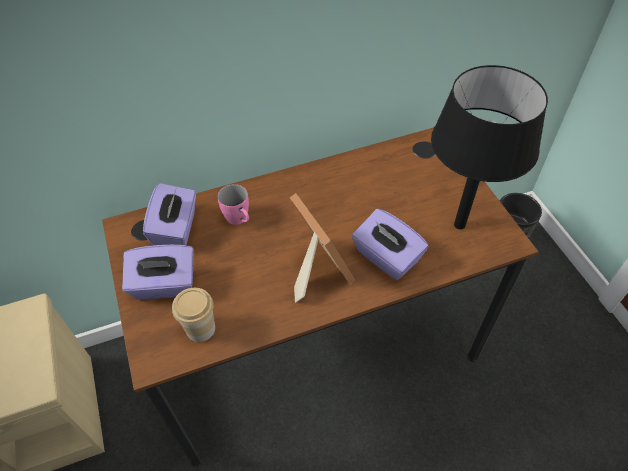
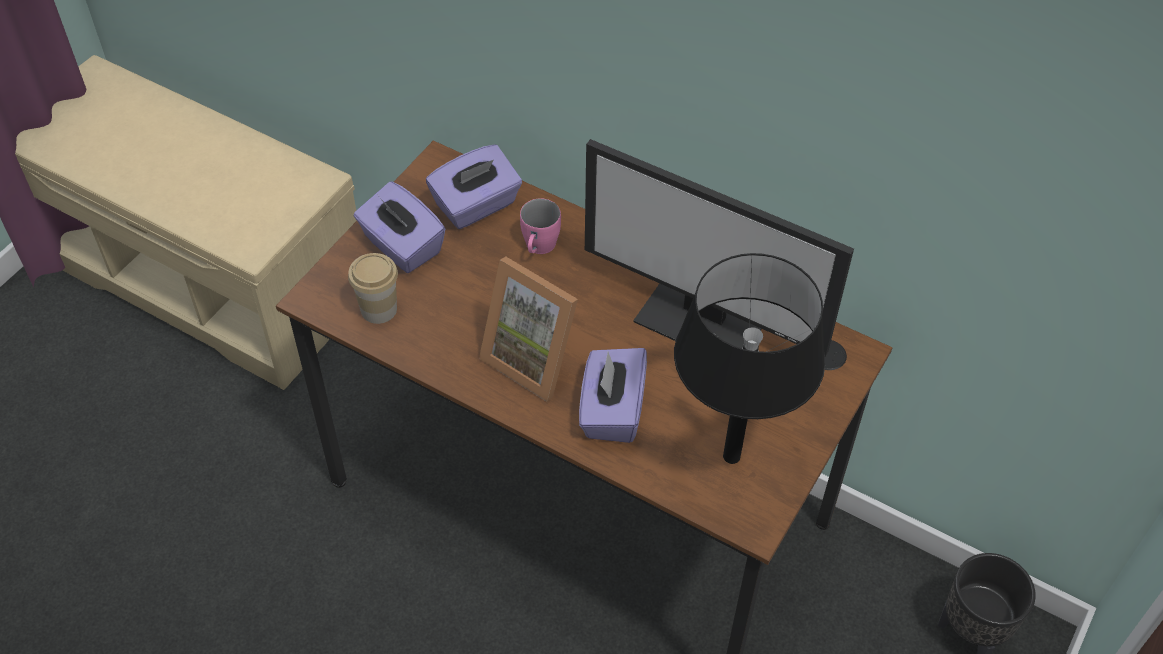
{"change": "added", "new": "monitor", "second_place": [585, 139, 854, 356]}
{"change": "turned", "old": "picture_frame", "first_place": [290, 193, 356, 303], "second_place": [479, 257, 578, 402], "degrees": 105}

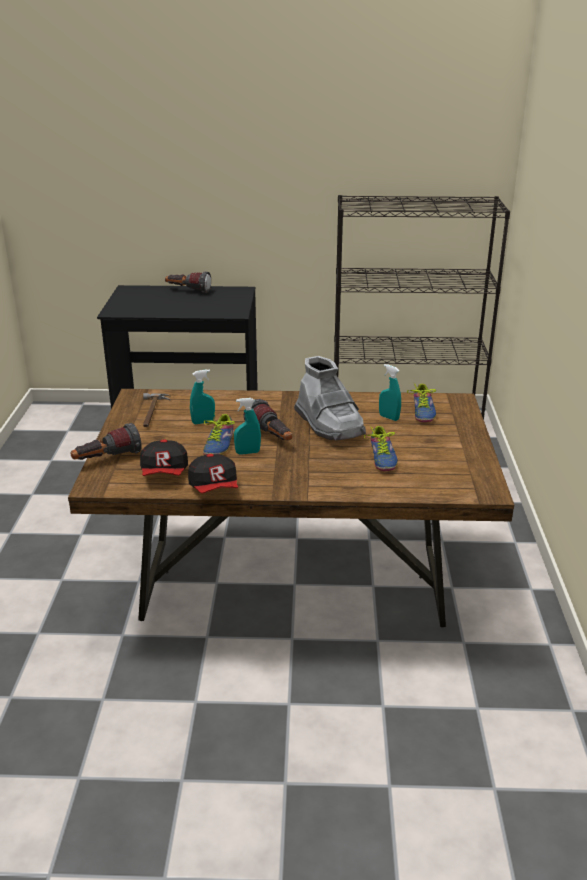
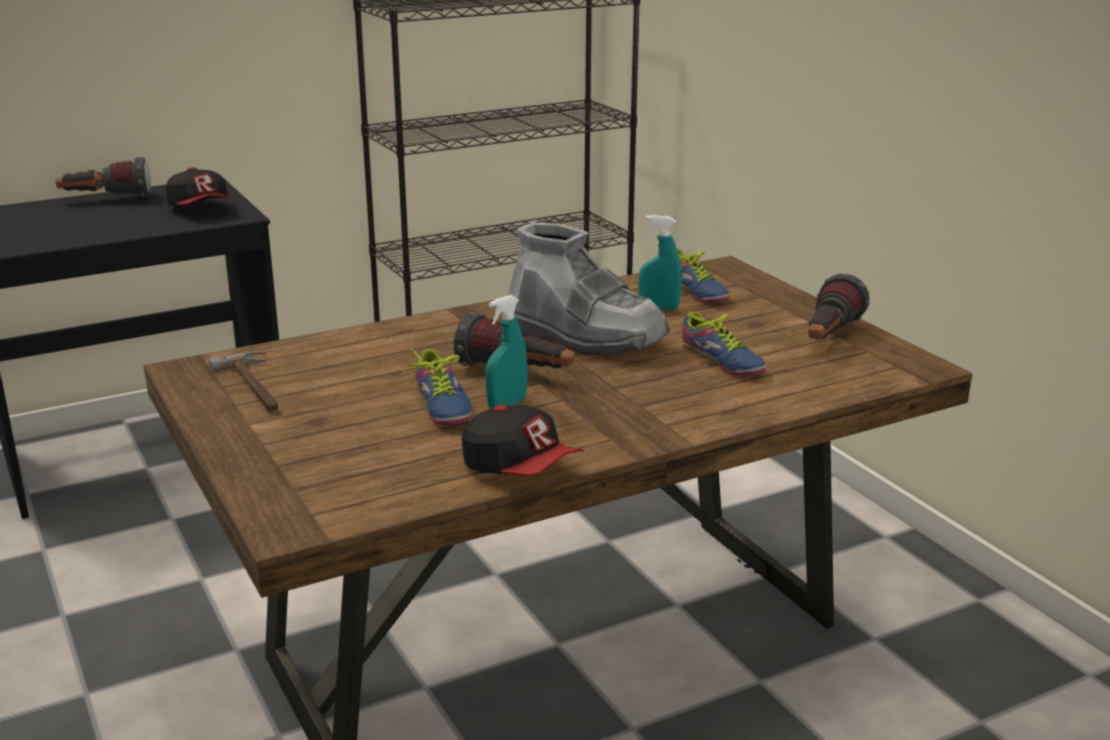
{"change": "removed", "old": "turquoise_spray_bottle", "first_place": [190, 369, 215, 424]}
{"change": "moved", "old": "flashlight", "first_place": [71, 423, 142, 460], "second_place": [808, 274, 870, 340]}
{"change": "moved", "old": "cap", "first_place": [140, 439, 188, 476], "second_place": [166, 167, 232, 205]}

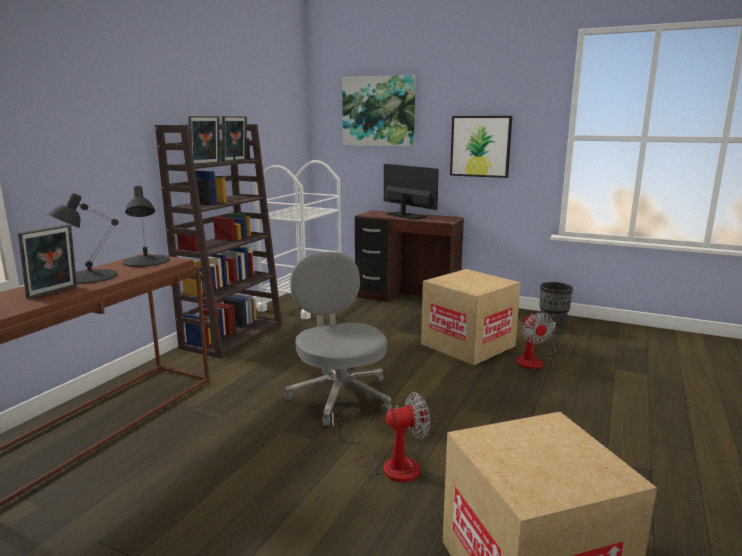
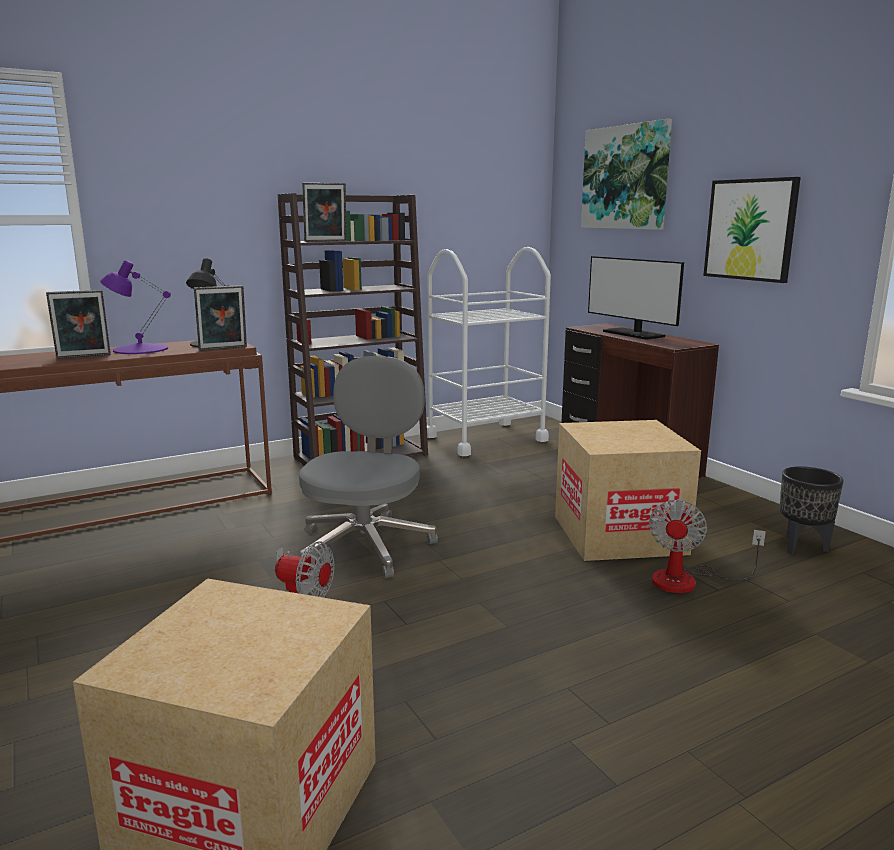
{"change": "moved", "old": "picture_frame", "first_place": [222, 116, 247, 162], "second_place": [194, 285, 247, 351]}
{"change": "recoloured", "old": "black_table_lamp", "new": "purple_table_lamp", "first_place": [48, 193, 119, 284], "second_place": [100, 260, 171, 354]}
{"change": "turned", "old": "monitor", "first_place": [384, 164, 439, 220], "second_place": [588, 256, 684, 340], "degrees": 150}

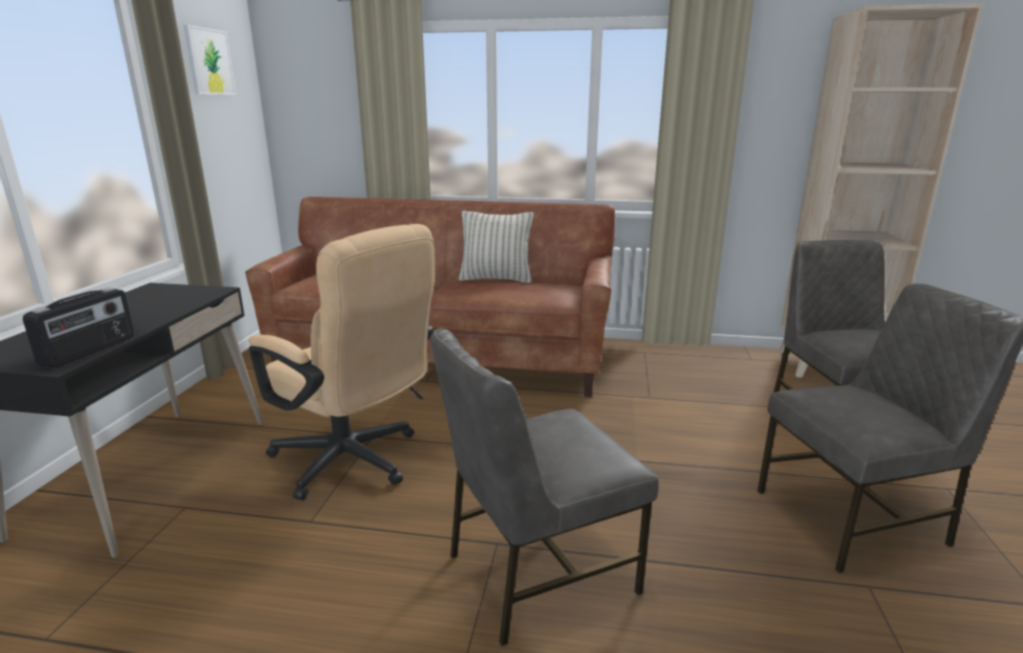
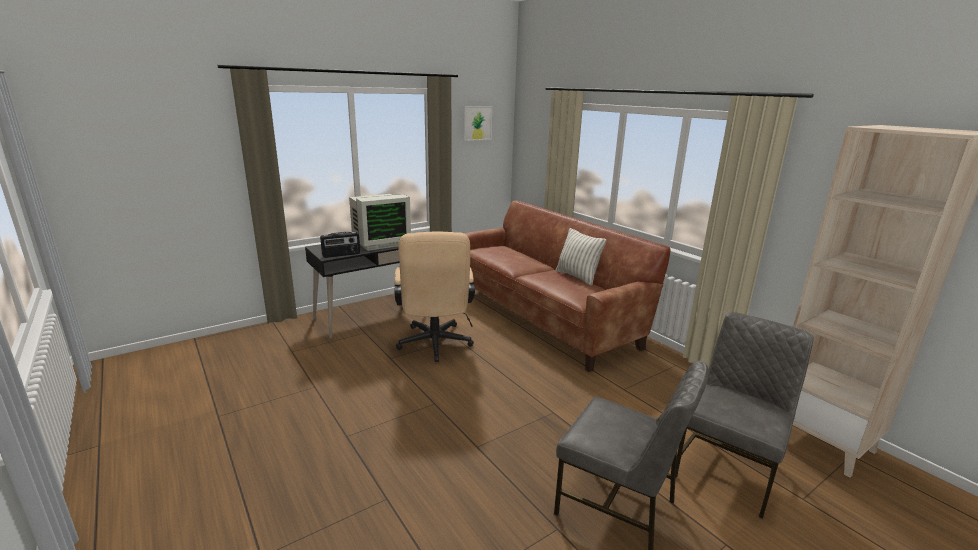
{"change": "removed", "old": "grey_chair", "first_place": [430, 328, 659, 646]}
{"change": "added", "new": "monitor", "second_place": [349, 194, 411, 251]}

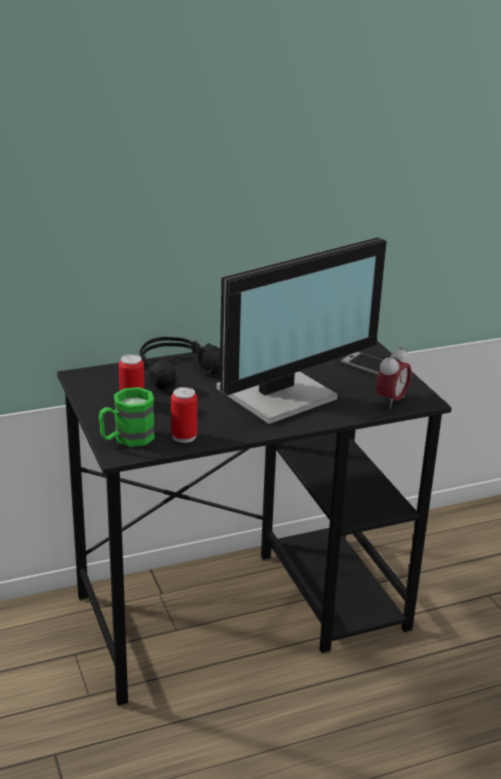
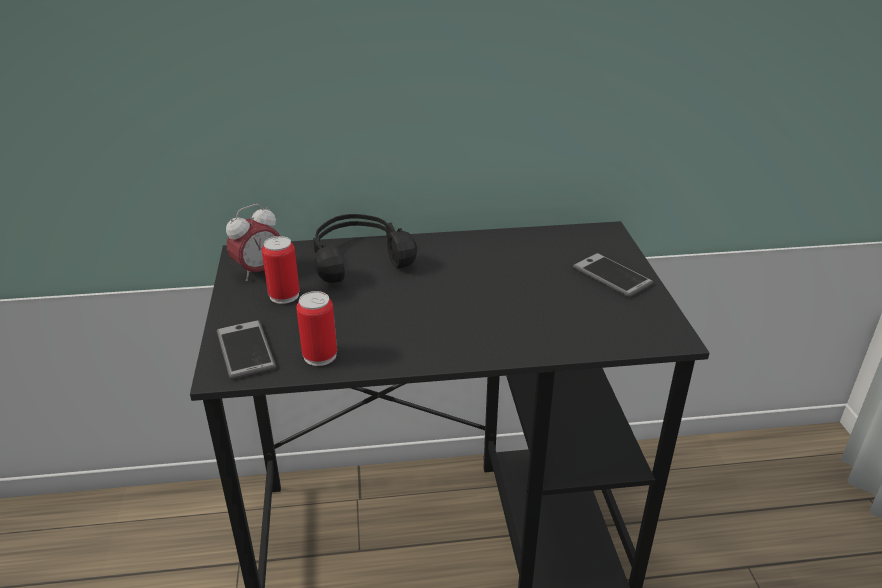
{"change": "removed", "old": "monitor", "first_place": [216, 237, 387, 424]}
{"change": "moved", "old": "alarm_clock", "first_place": [376, 346, 412, 409], "second_place": [226, 204, 280, 281]}
{"change": "replaced", "old": "green_mug", "new": "phone", "first_place": [99, 387, 155, 447], "second_place": [217, 320, 276, 379]}

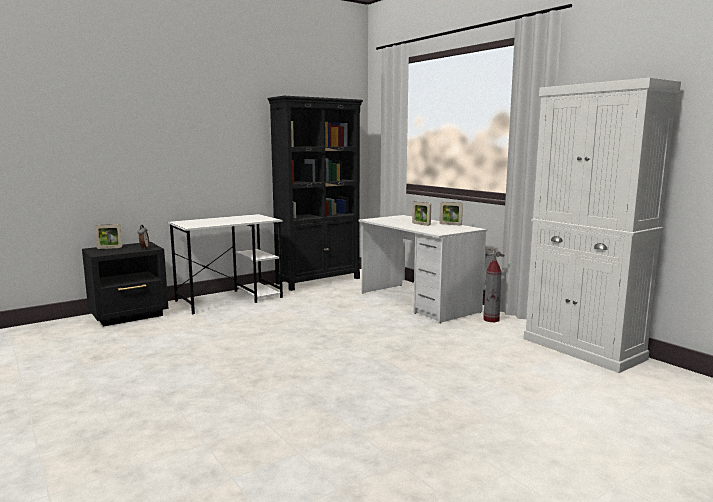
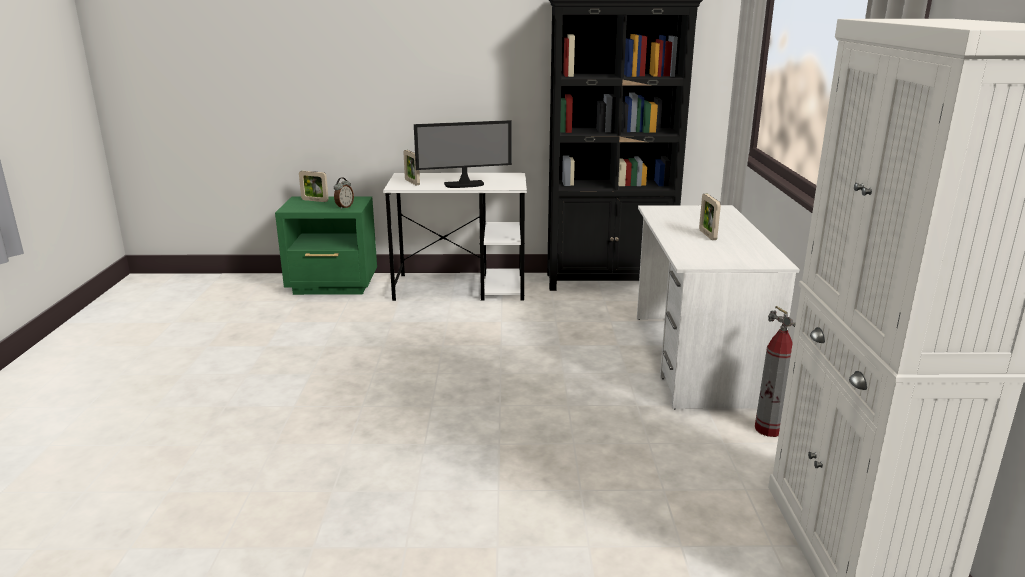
{"change": "added", "new": "monitor", "second_place": [414, 120, 512, 188]}
{"change": "moved", "old": "picture_frame", "first_place": [439, 202, 463, 225], "second_place": [403, 150, 420, 185]}
{"change": "recoloured", "old": "black_nightstand", "new": "green_nightstand", "first_place": [82, 242, 168, 326], "second_place": [275, 196, 377, 295]}

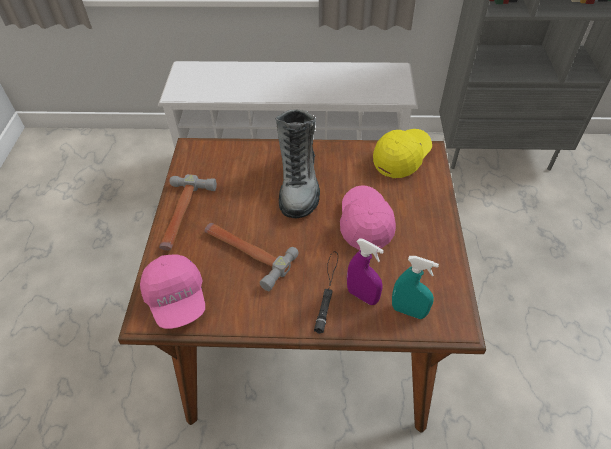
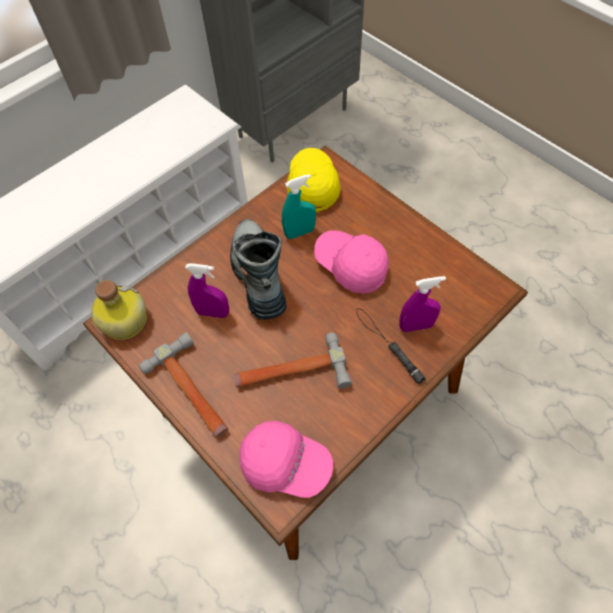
{"change": "added", "new": "bottle", "second_place": [91, 280, 147, 340]}
{"change": "added", "new": "purple_spray_bottle", "second_place": [185, 263, 229, 318]}
{"change": "moved", "old": "turquoise_spray_bottle", "first_place": [392, 256, 439, 319], "second_place": [282, 174, 316, 239]}
{"change": "turned", "old": "boot", "first_place": [276, 109, 320, 219], "second_place": [230, 219, 286, 320], "degrees": -150}

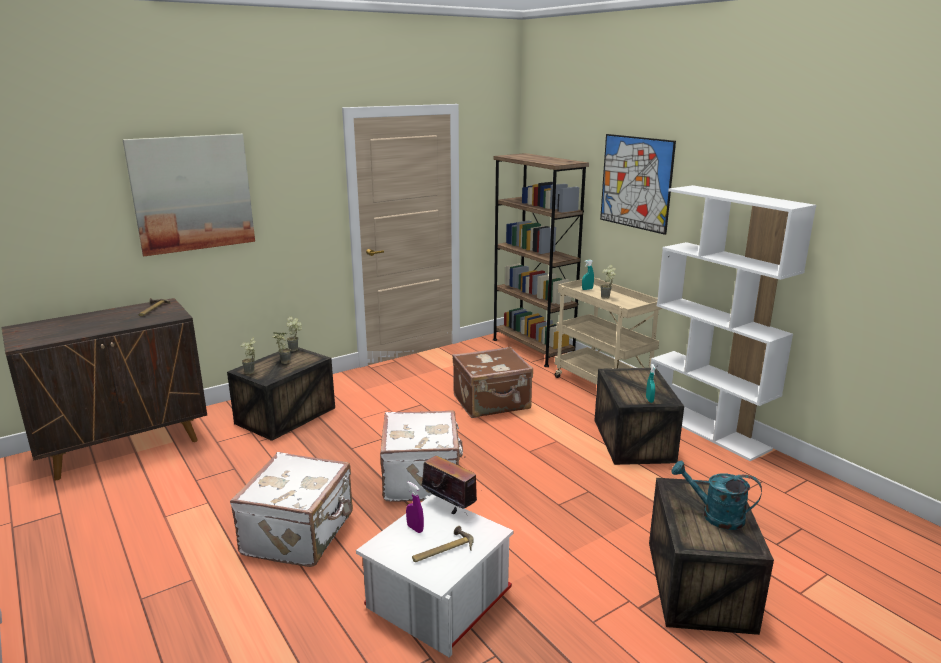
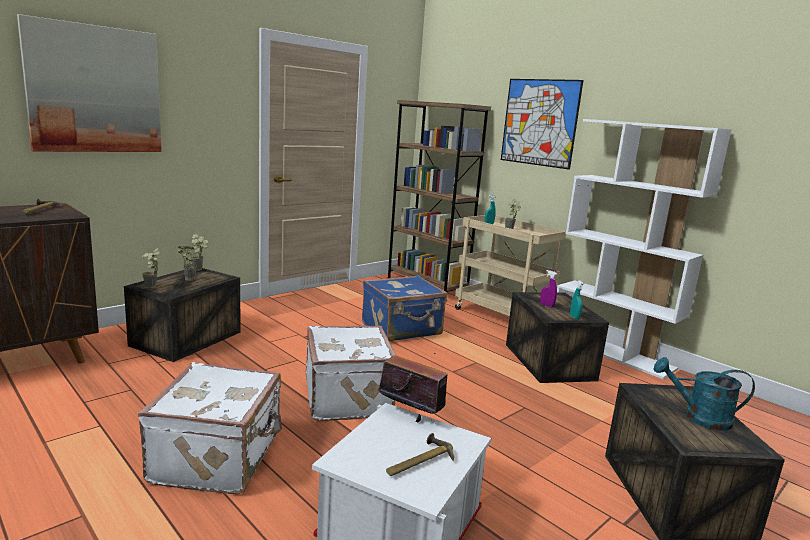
{"change": "moved", "old": "purple_spray_bottle", "first_place": [406, 481, 424, 533], "second_place": [540, 270, 557, 307]}
{"change": "recoloured", "old": "brown_suitcase", "new": "blue_suitcase", "first_place": [452, 346, 533, 418], "second_place": [362, 275, 447, 342]}

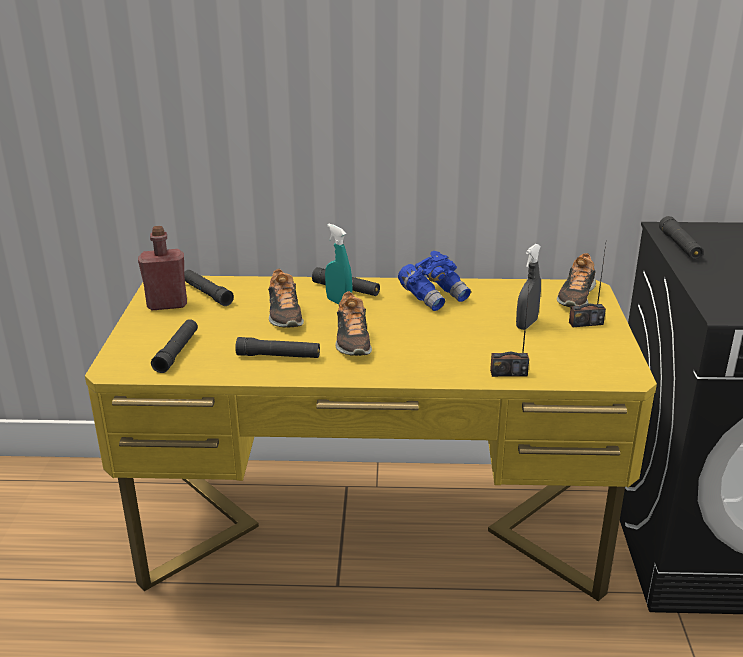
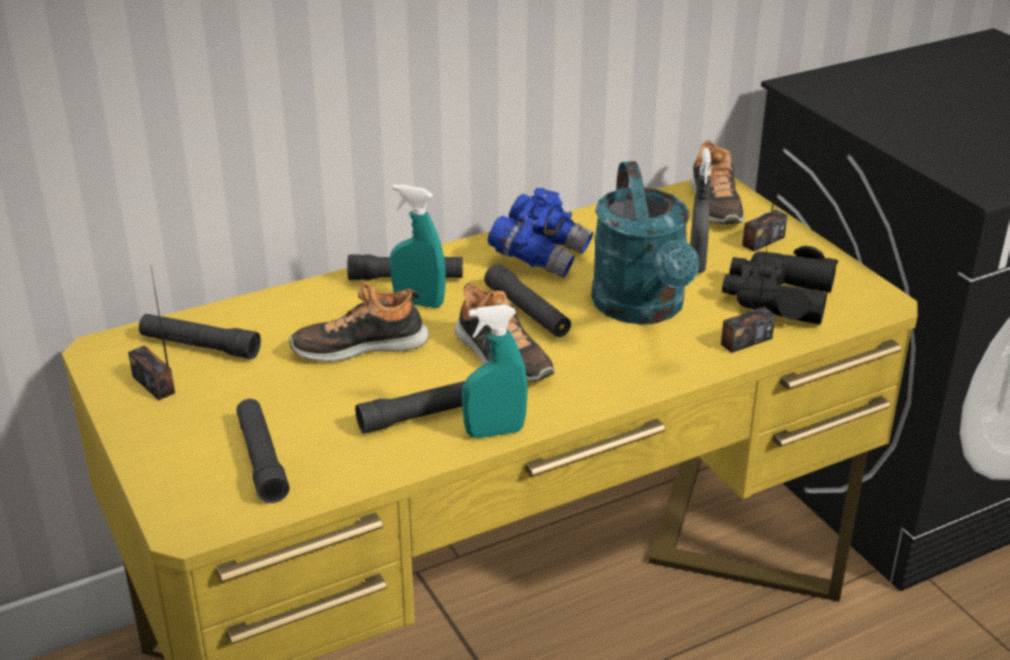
{"change": "added", "new": "turquoise_spray_bottle", "second_place": [462, 304, 528, 438]}
{"change": "added", "new": "turquoise_watering_can", "second_place": [591, 161, 700, 324]}
{"change": "added", "new": "black_binoculars", "second_place": [722, 246, 838, 325]}
{"change": "moved", "old": "black_flashlight", "first_place": [659, 216, 704, 260], "second_place": [484, 264, 571, 337]}
{"change": "replaced", "old": "red_bottle", "new": "radio", "first_place": [138, 226, 187, 310], "second_place": [128, 268, 175, 400]}
{"change": "turned", "old": "shoe", "first_place": [268, 268, 304, 328], "second_place": [289, 282, 429, 362], "degrees": 120}

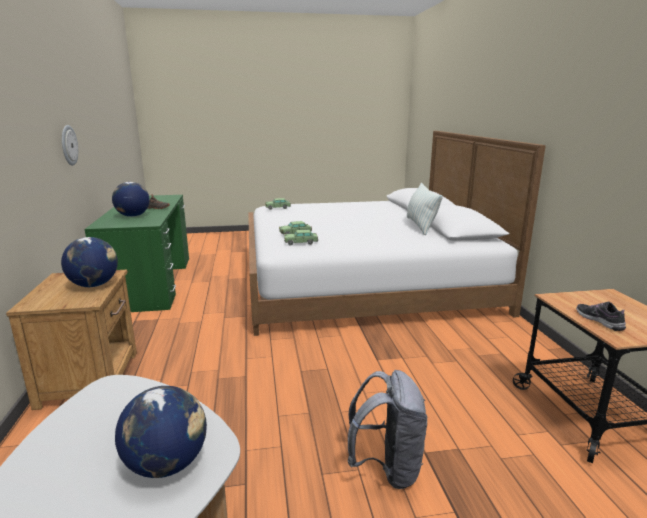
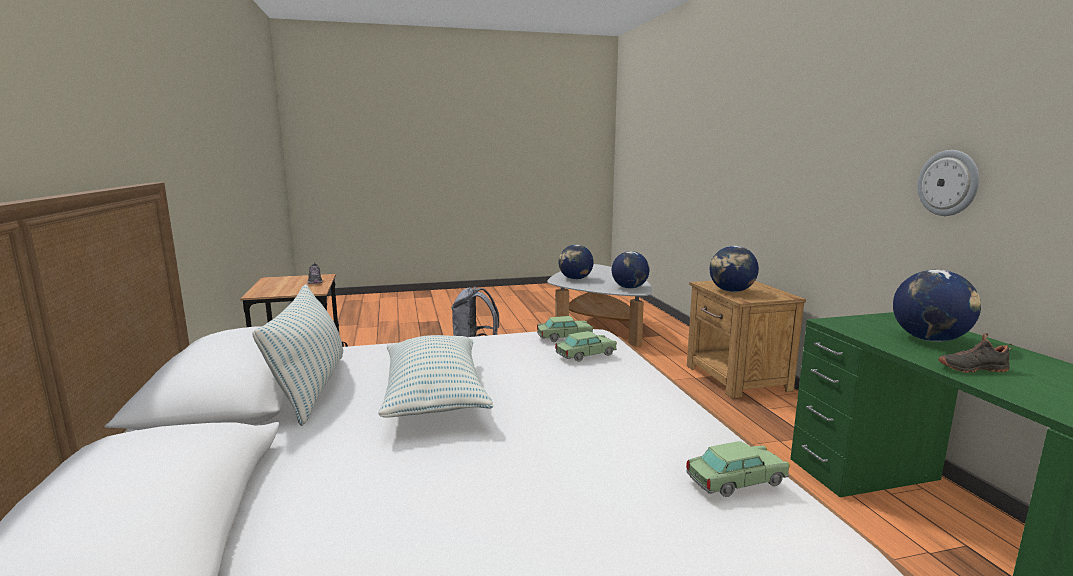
{"change": "added", "new": "pillow", "second_place": [378, 335, 494, 418]}
{"change": "added", "new": "globe", "second_place": [612, 251, 649, 289]}

